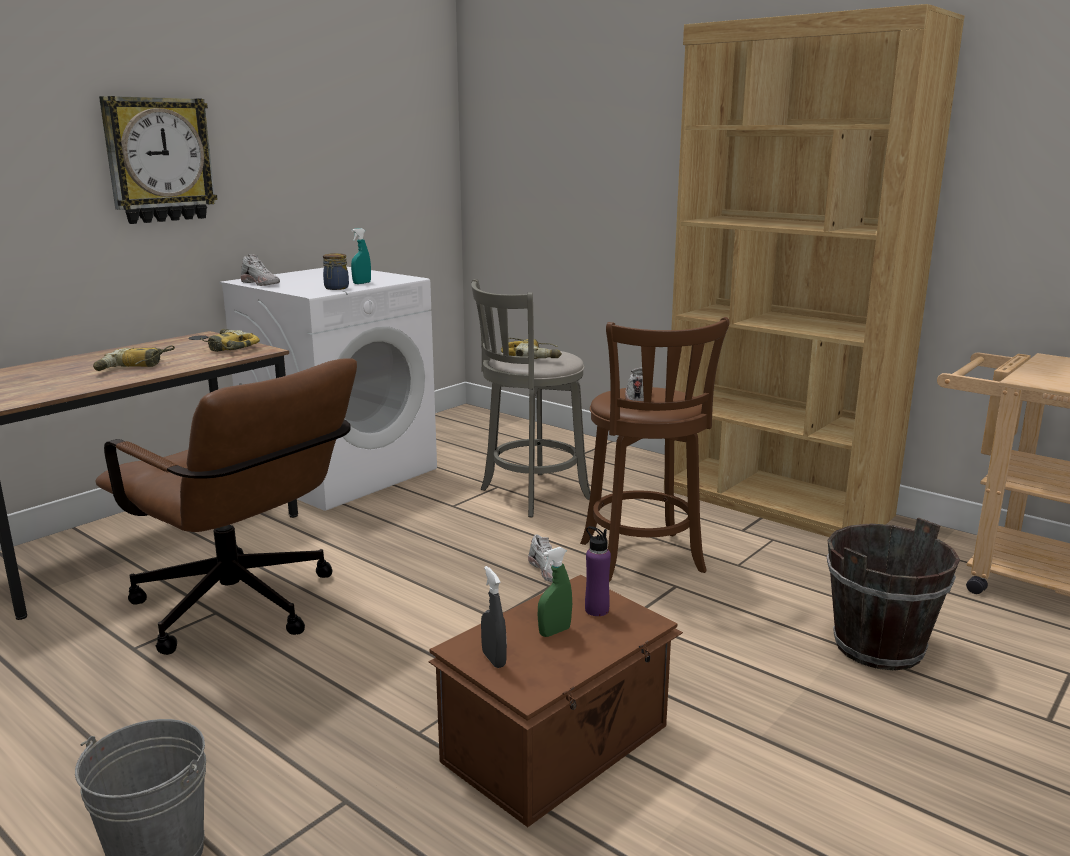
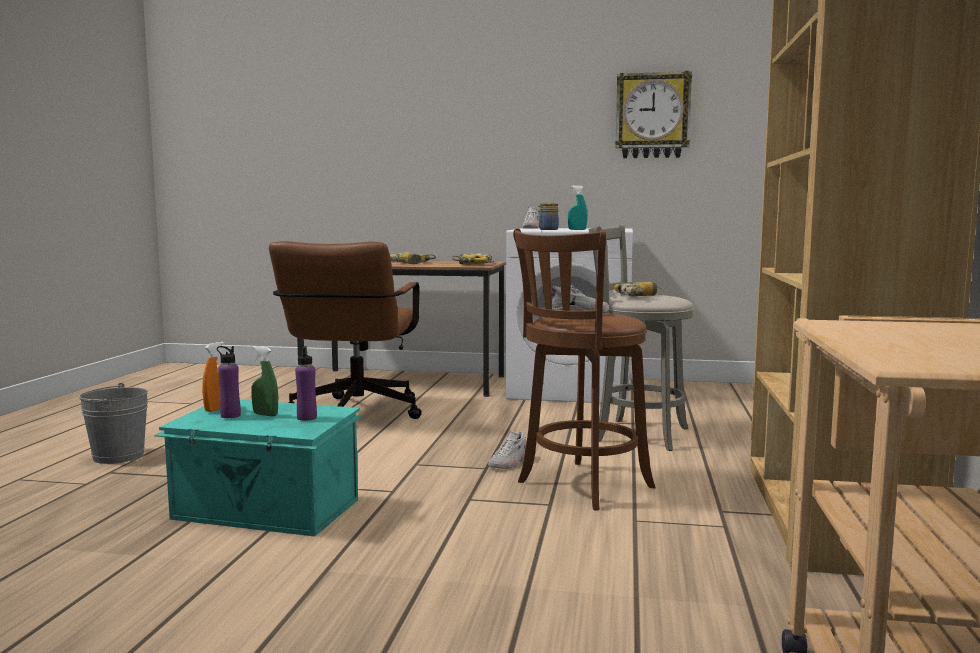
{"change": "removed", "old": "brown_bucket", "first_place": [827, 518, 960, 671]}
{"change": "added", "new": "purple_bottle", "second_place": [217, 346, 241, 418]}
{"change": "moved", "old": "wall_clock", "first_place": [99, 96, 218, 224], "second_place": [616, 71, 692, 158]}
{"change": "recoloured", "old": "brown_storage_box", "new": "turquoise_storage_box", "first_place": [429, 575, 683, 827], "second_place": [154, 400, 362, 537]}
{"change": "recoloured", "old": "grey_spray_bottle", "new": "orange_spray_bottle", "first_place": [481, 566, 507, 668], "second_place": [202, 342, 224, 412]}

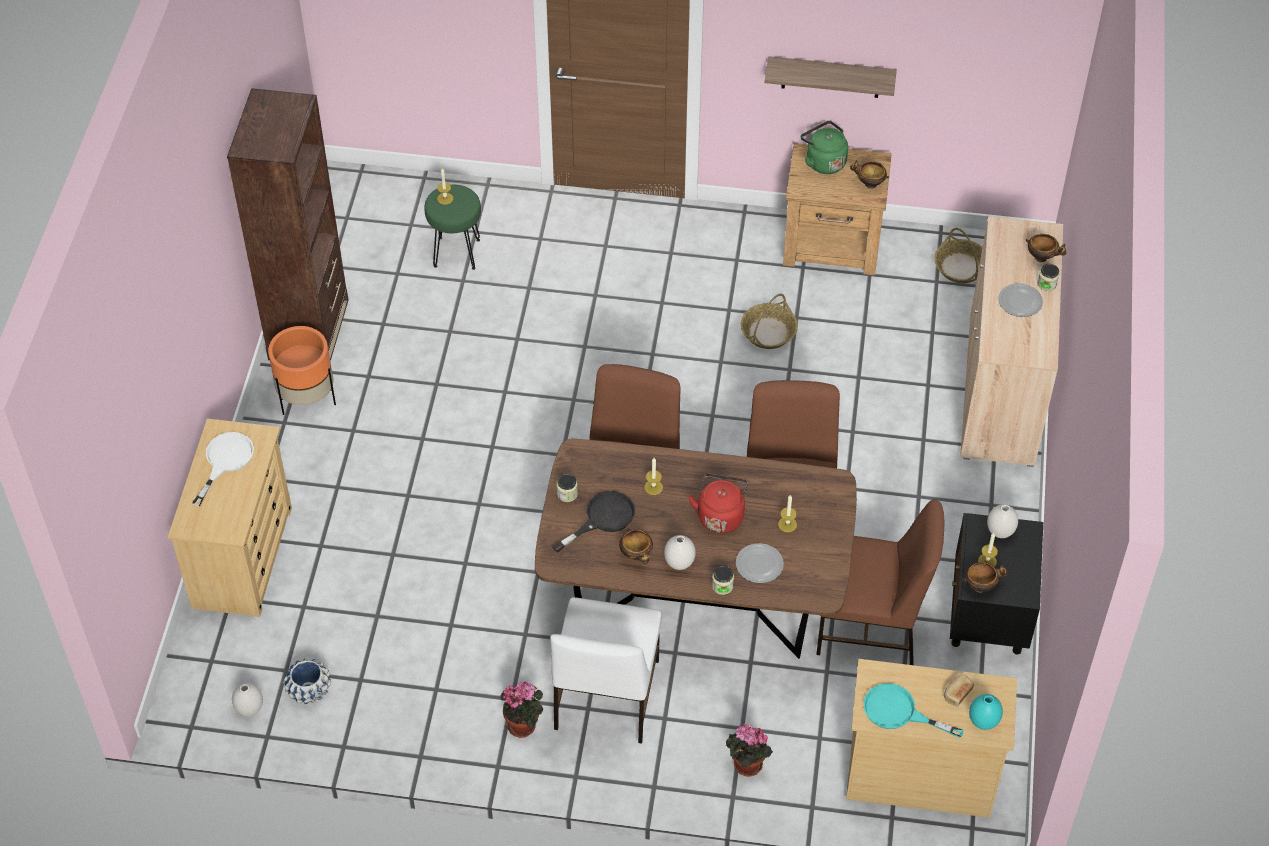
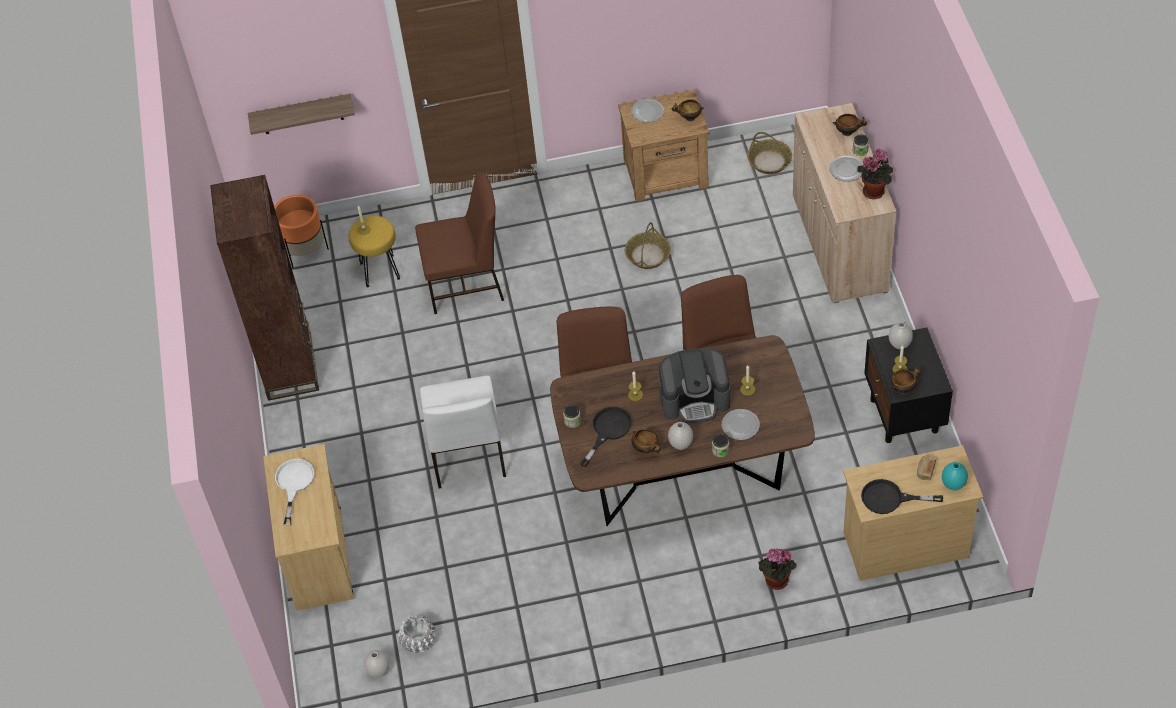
{"change": "moved", "old": "orange_planter", "first_place": [268, 326, 336, 415], "second_place": [274, 194, 329, 268]}
{"change": "moved", "old": "potted_plant", "first_place": [500, 681, 543, 738], "second_place": [857, 149, 893, 199]}
{"change": "moved", "old": "white_chair", "first_place": [550, 597, 662, 744], "second_place": [420, 376, 506, 489]}
{"change": "moved", "old": "shelf", "first_place": [765, 56, 897, 98], "second_place": [248, 94, 355, 135]}
{"change": "moved", "old": "brown_chair", "first_place": [816, 500, 944, 665], "second_place": [415, 173, 504, 314]}
{"change": "replaced", "old": "red_kettle", "new": "coffee_machine", "first_place": [688, 473, 748, 533], "second_place": [659, 348, 730, 423]}
{"change": "replaced", "old": "green_kettle", "new": "plate", "first_place": [801, 121, 848, 174], "second_place": [631, 99, 664, 123]}
{"change": "recoloured", "old": "blue_planter", "new": "white_planter", "first_place": [283, 659, 331, 704], "second_place": [398, 615, 436, 653]}
{"change": "recoloured", "old": "green_stool", "new": "yellow_stool", "first_place": [424, 185, 481, 270], "second_place": [349, 216, 400, 288]}
{"change": "recoloured", "old": "turquoise_frying_pan", "new": "black_frying_pan", "first_place": [863, 683, 964, 738], "second_place": [861, 479, 943, 514]}

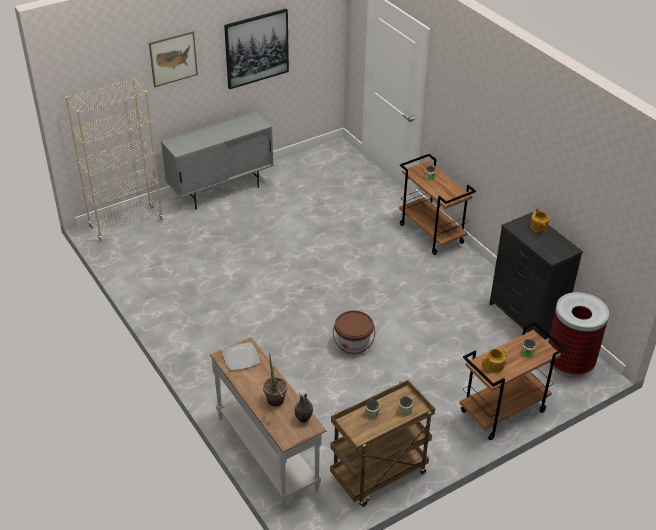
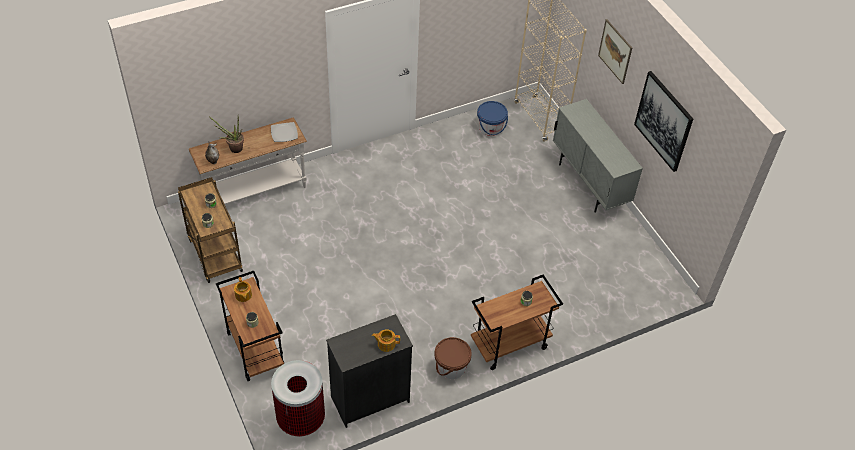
{"change": "added", "new": "blue_bucket", "second_place": [477, 101, 508, 136]}
{"change": "moved", "old": "brown_bucket", "first_place": [333, 310, 375, 355], "second_place": [434, 337, 472, 379]}

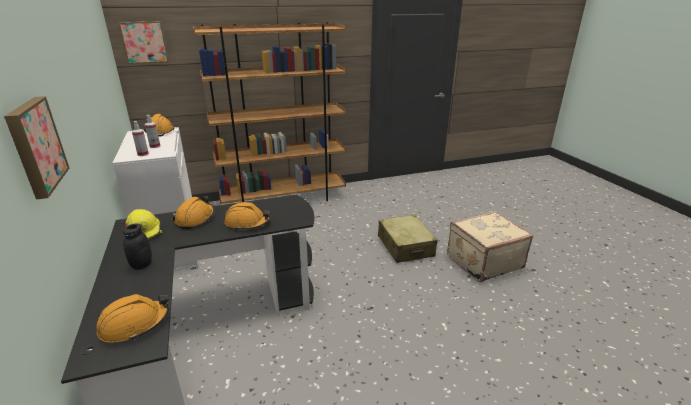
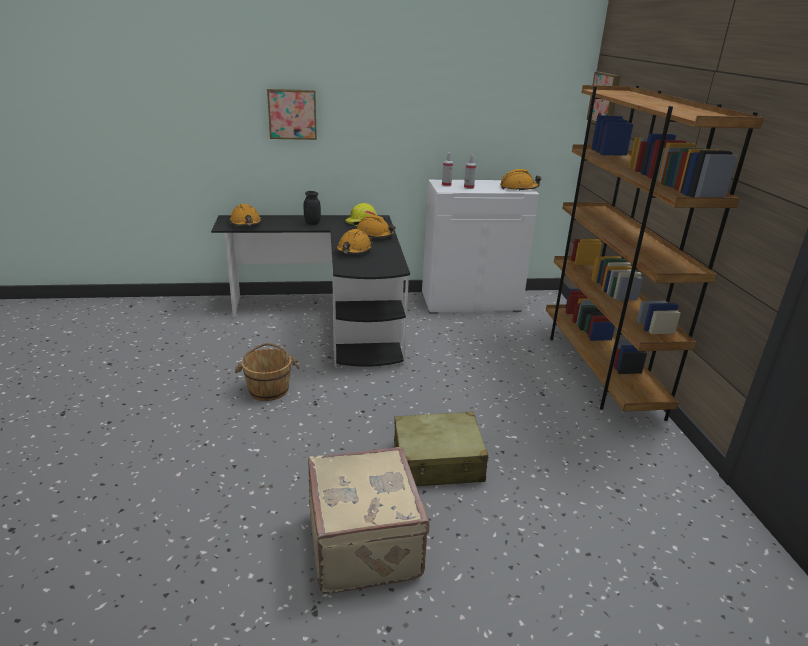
{"change": "added", "new": "brown_bucket", "second_place": [235, 343, 300, 401]}

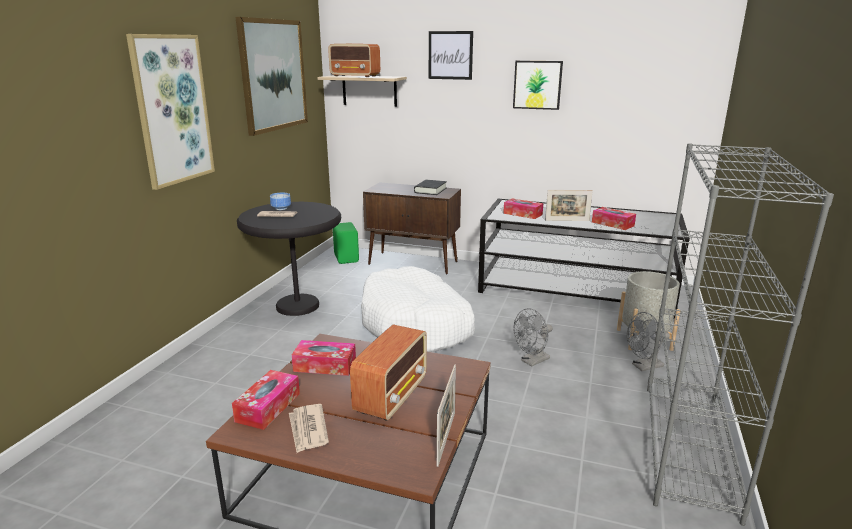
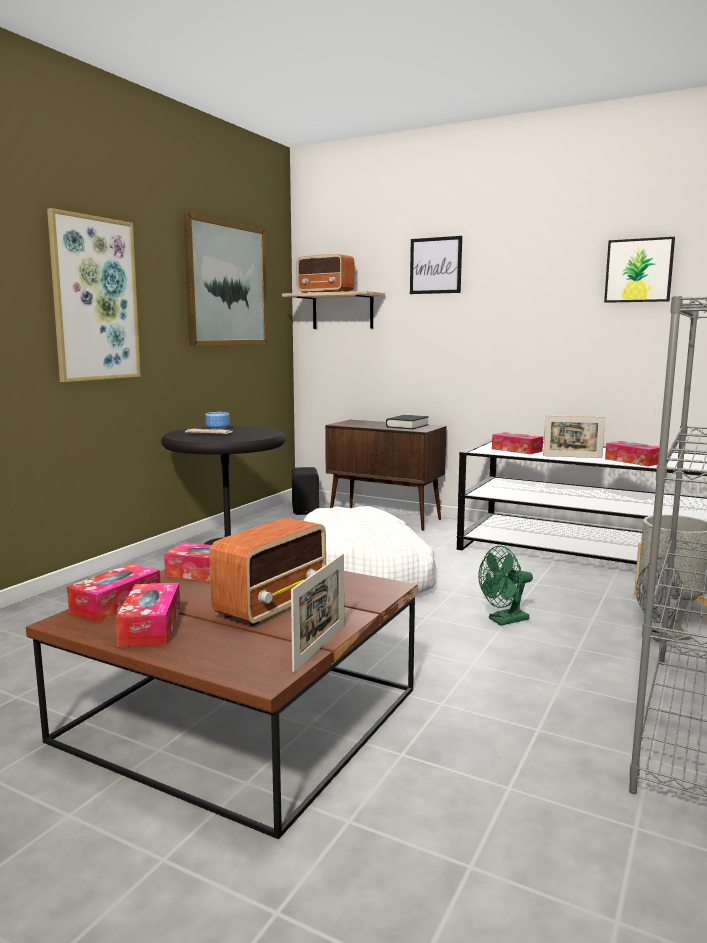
{"change": "moved", "old": "picture", "first_place": [513, 61, 563, 110], "second_place": [604, 237, 675, 303]}
{"change": "replaced", "old": "newspaper", "new": "tissue_box", "first_place": [289, 404, 329, 453], "second_place": [116, 583, 180, 647]}
{"change": "recoloured", "old": "green_speaker", "new": "black_speaker", "first_place": [333, 222, 359, 264], "second_place": [292, 467, 319, 515]}
{"change": "recoloured", "old": "grey_fan", "new": "green_fan", "first_place": [514, 308, 553, 367], "second_place": [478, 546, 533, 626]}

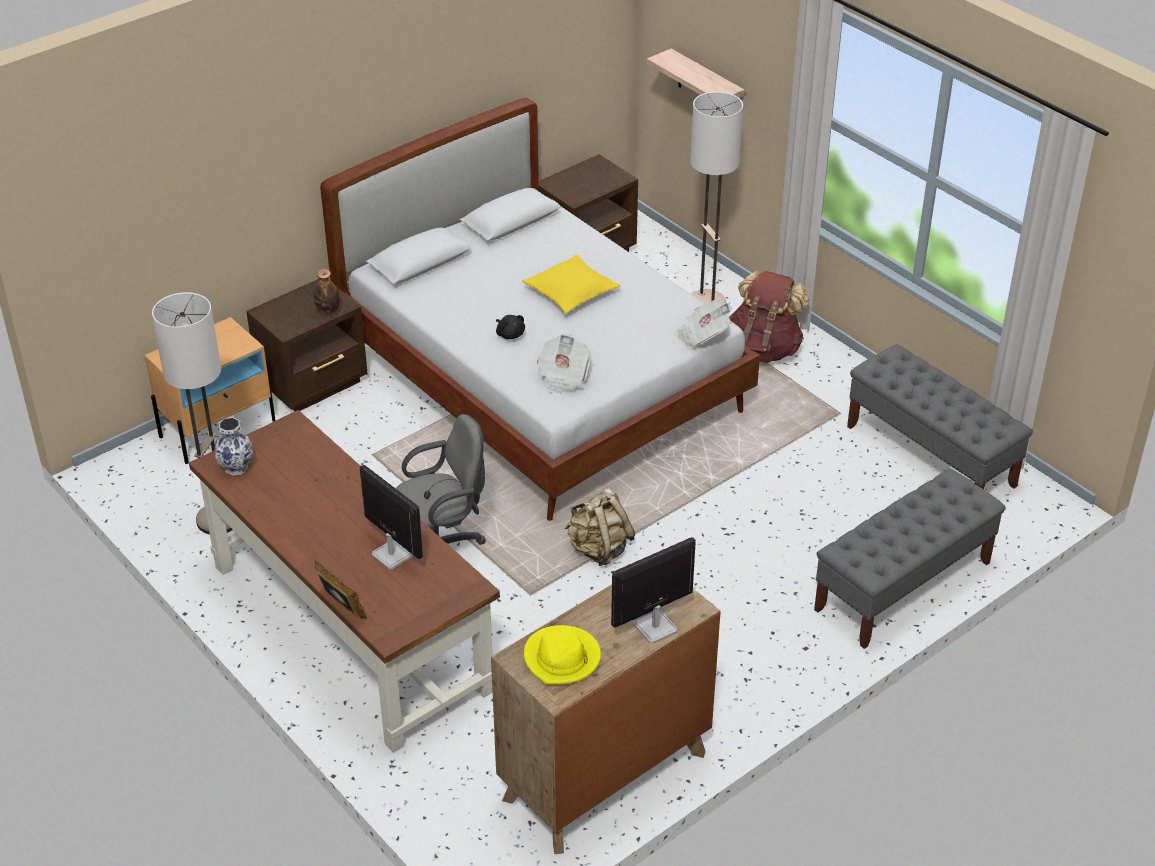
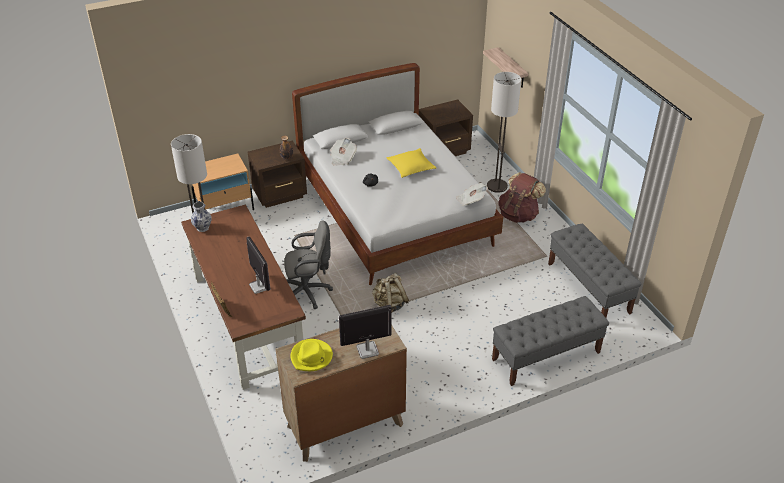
{"change": "moved", "old": "newspaper", "first_place": [537, 334, 591, 394], "second_place": [330, 138, 357, 166]}

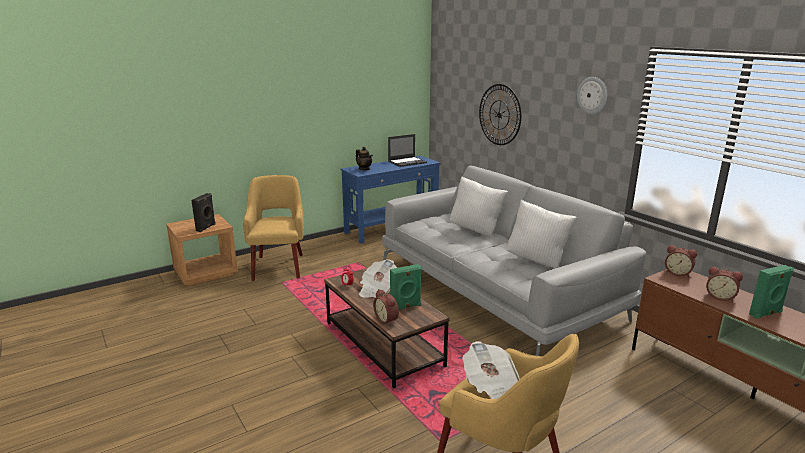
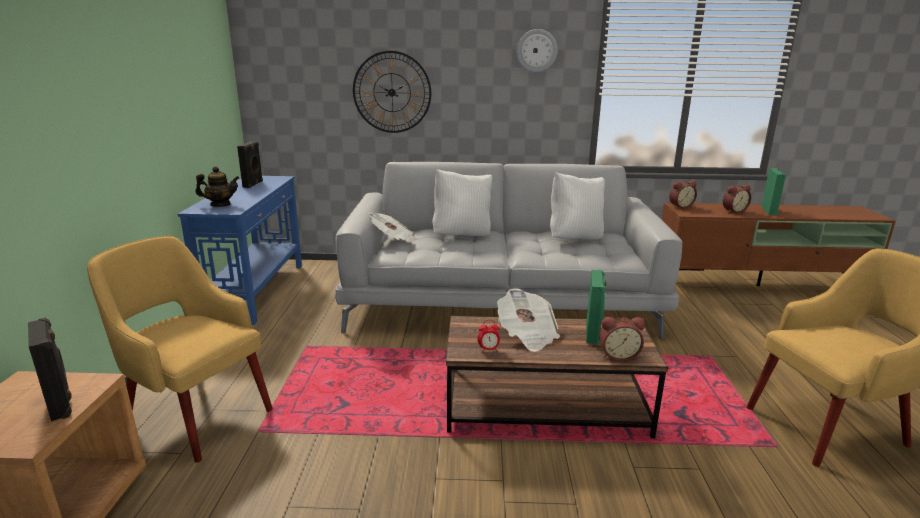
{"change": "moved", "old": "newspaper", "first_place": [462, 341, 520, 399], "second_place": [368, 213, 416, 243]}
{"change": "replaced", "old": "laptop", "new": "black_speaker", "first_place": [388, 134, 427, 167], "second_place": [237, 141, 263, 188]}

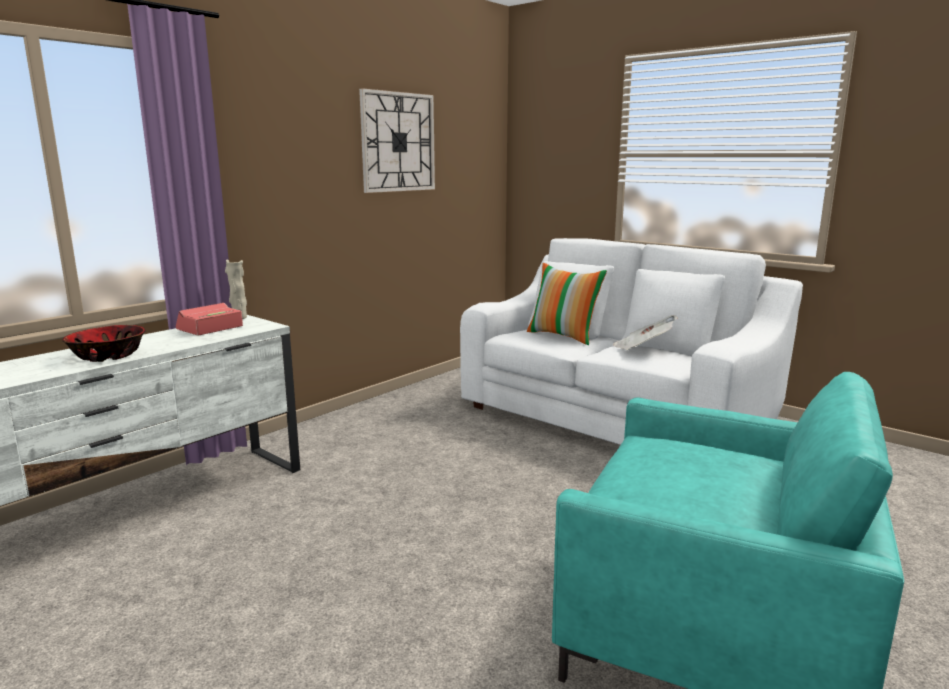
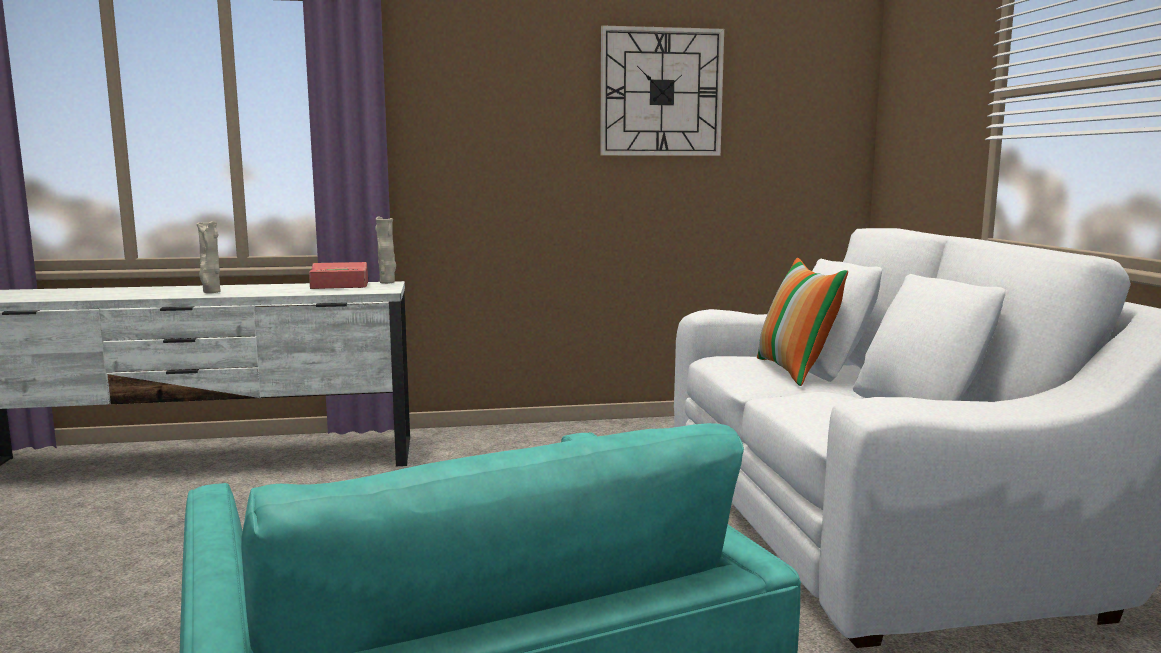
{"change": "removed", "old": "newspaper", "first_place": [613, 315, 678, 350]}
{"change": "replaced", "old": "bowl", "new": "beige_vase", "first_place": [62, 325, 146, 362], "second_place": [196, 221, 221, 293]}

